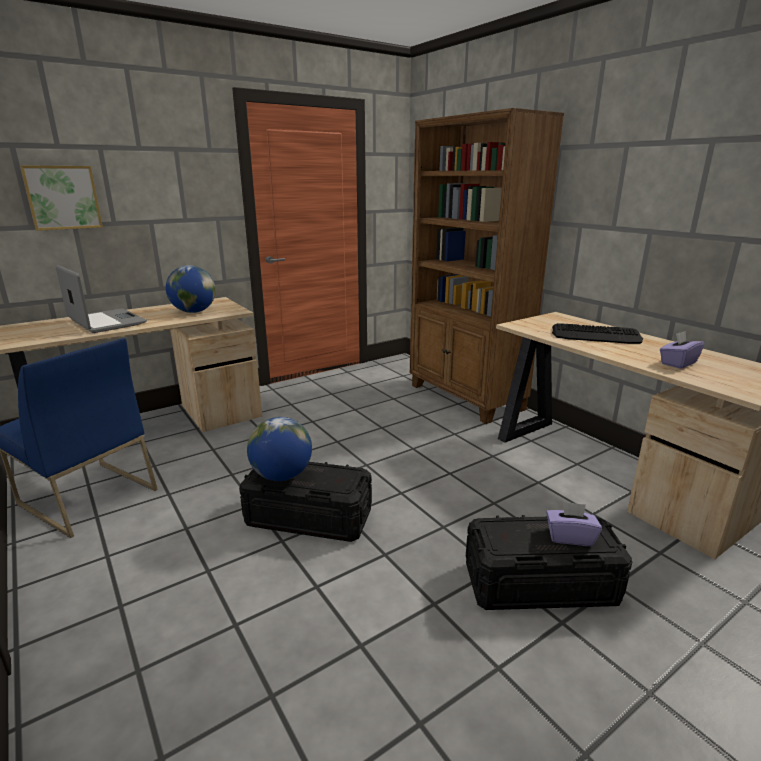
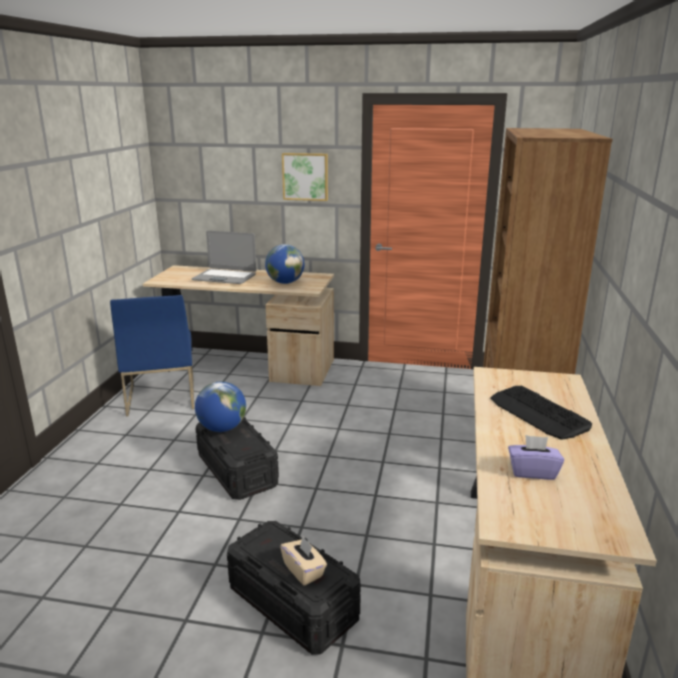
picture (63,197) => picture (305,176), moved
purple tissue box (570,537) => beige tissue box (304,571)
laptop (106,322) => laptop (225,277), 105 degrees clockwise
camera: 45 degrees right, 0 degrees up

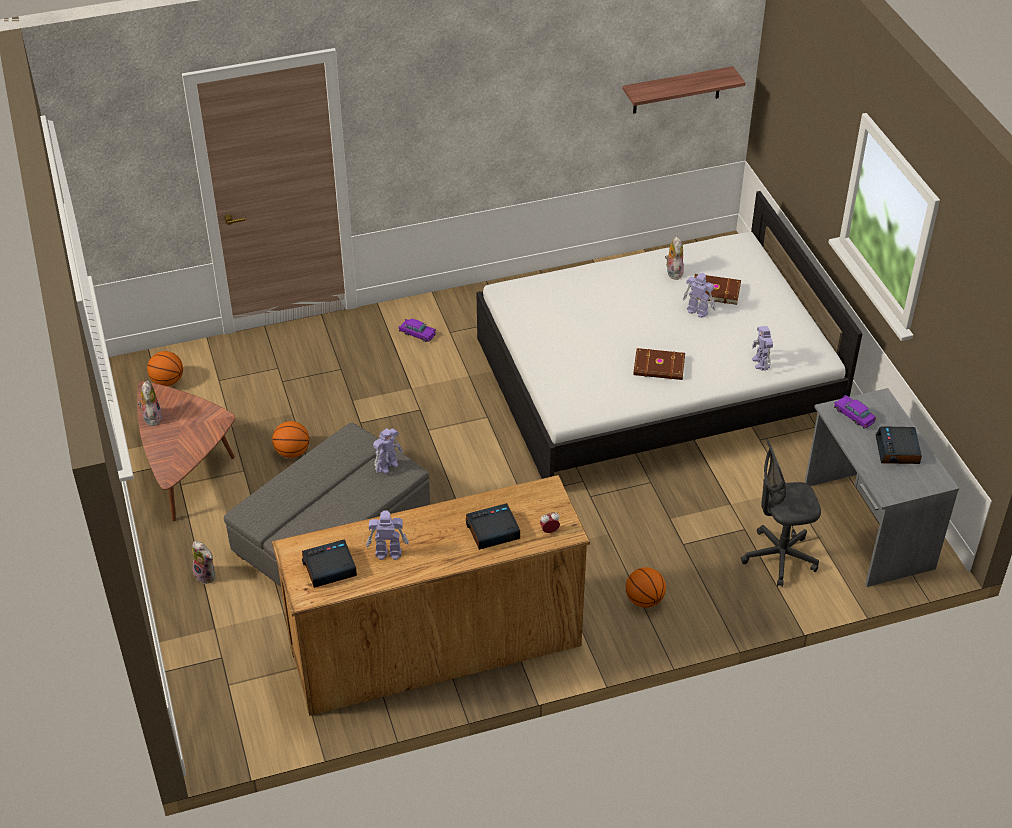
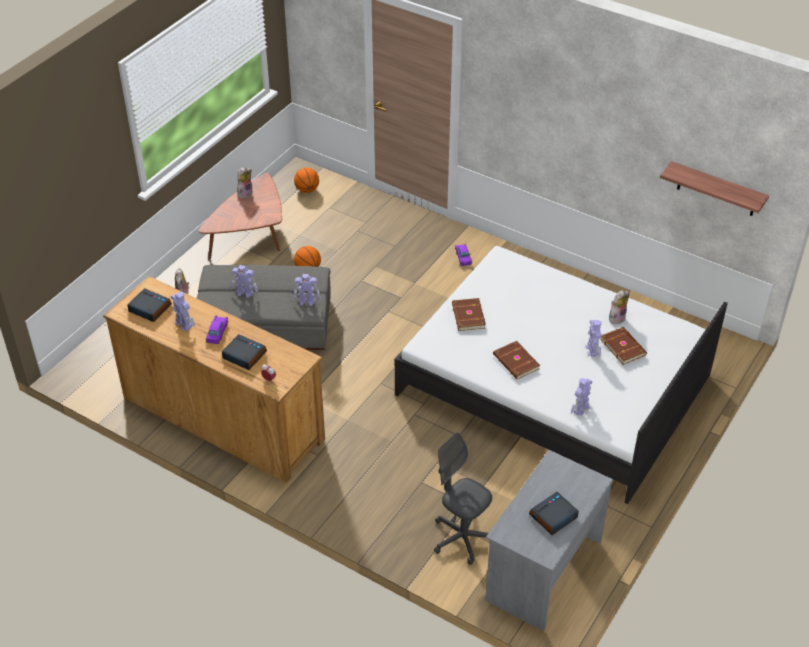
basketball (644,600) => nothing
nothing => toy robot (245,293)
nothing => brown book (467,316)
purple toy car (854,415) => purple toy car (217,333), moved
camera: 50 degrees right, 0 degrees up

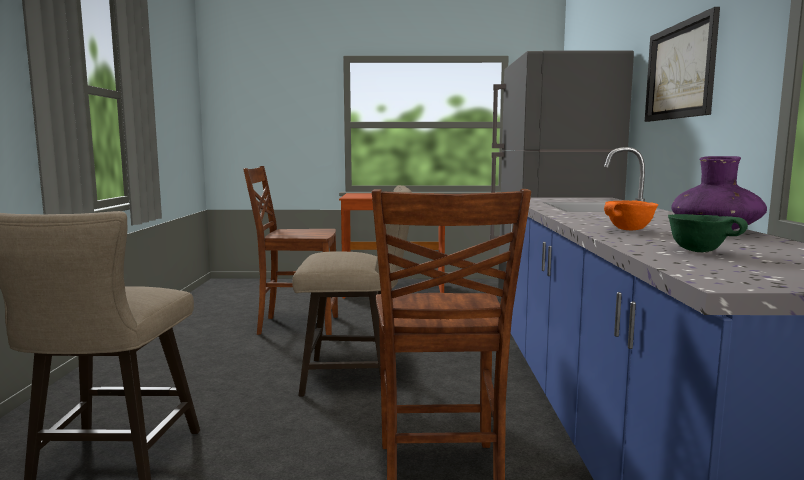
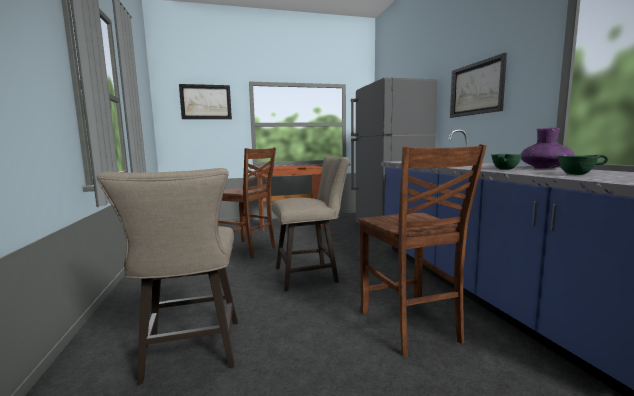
nothing => picture (206,102)
orange bowl (629,230) => green bowl (505,169)
brown chair (297,325) => brown chair (247,249), 135 degrees counterclockwise
camera: 15 degrees left, 0 degrees up

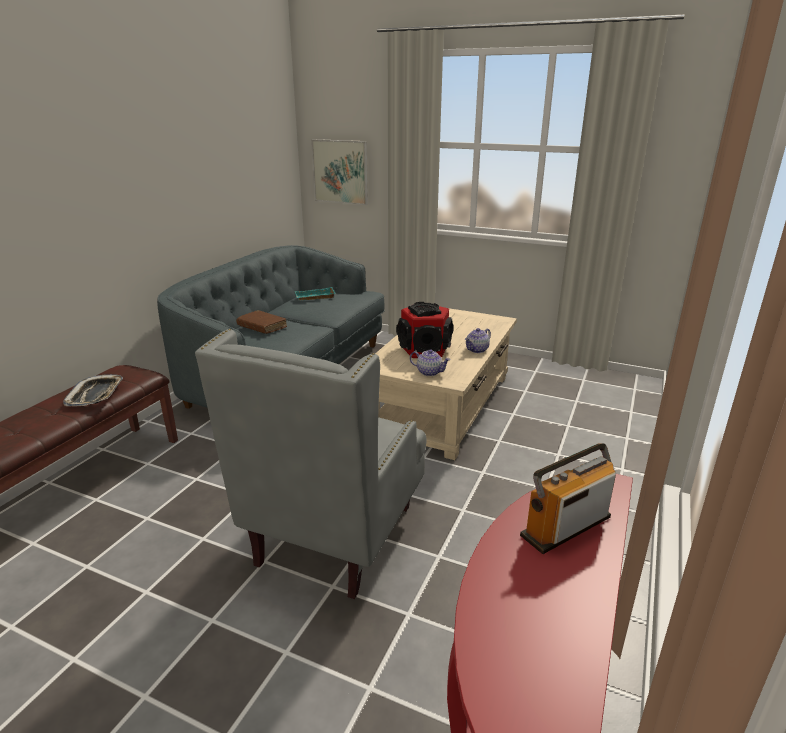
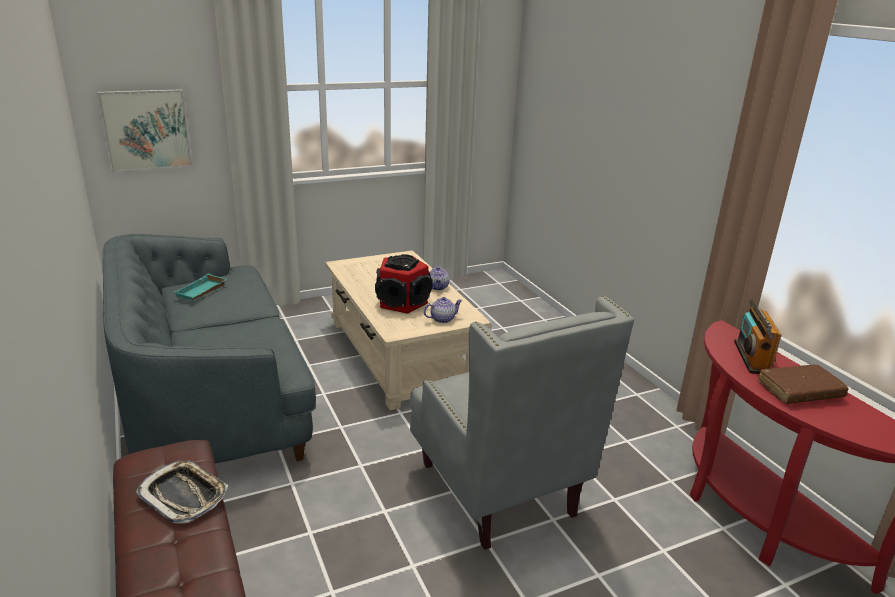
brown book (262,327) => brown book (799,391), moved
camera: 50 degrees left, 0 degrees up

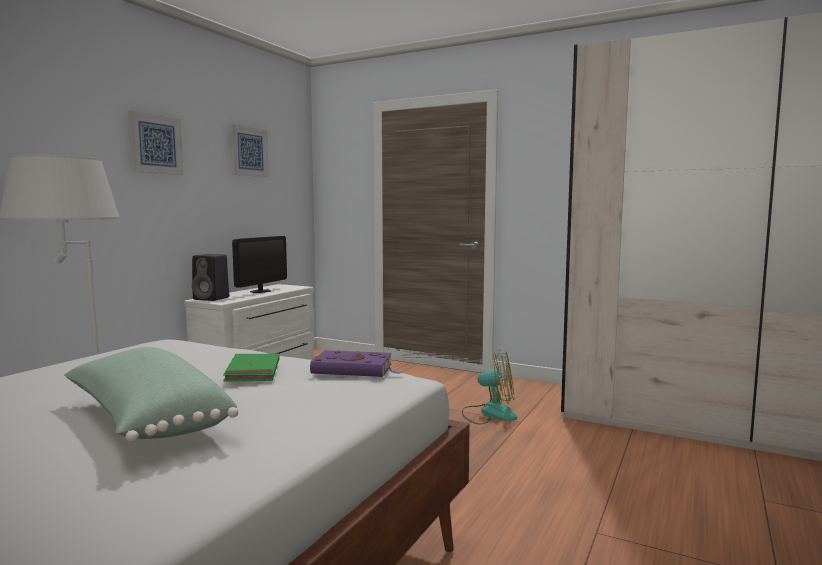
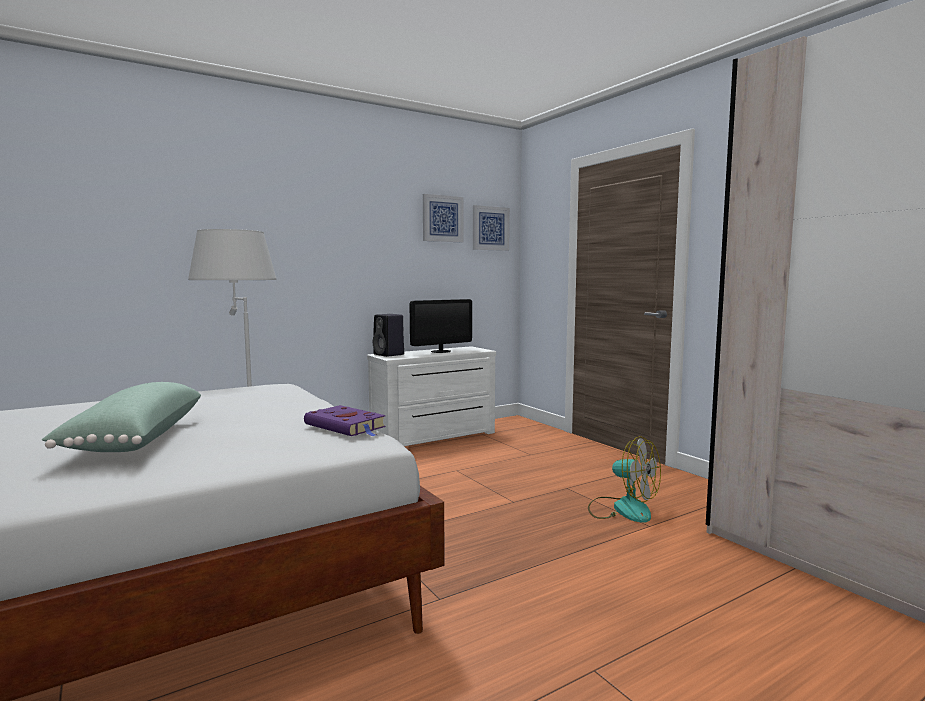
green book (253,371) => nothing
picture (155,144) => picture (490,228), moved
camera: 30 degrees right, 0 degrees up

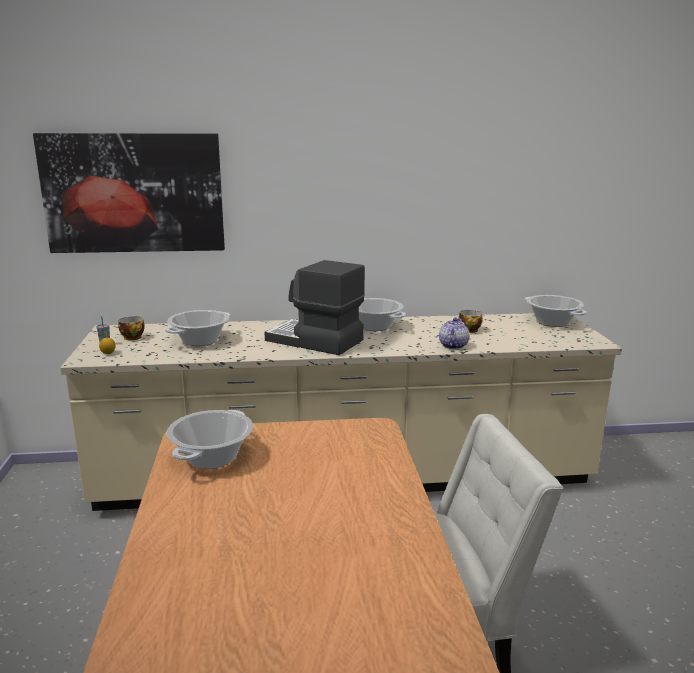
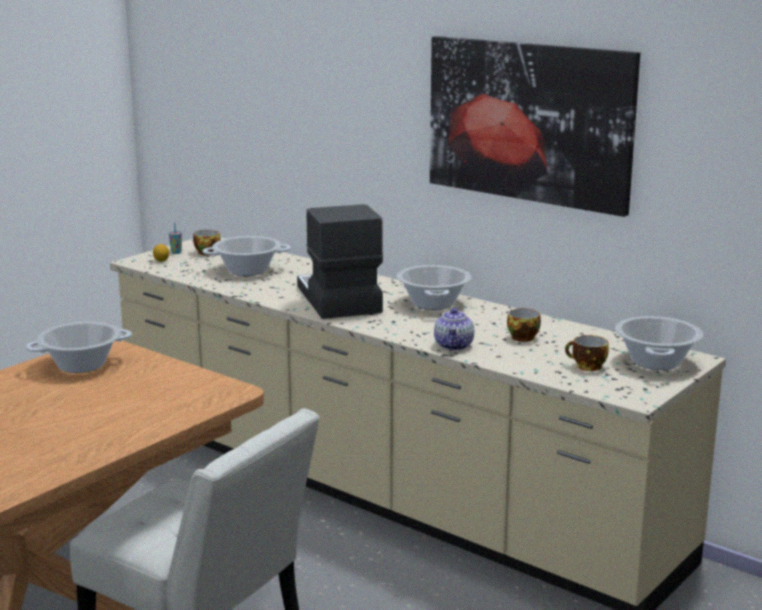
nothing => cup (587,367)
picture (134,193) => picture (529,122), moved
teapot (453,345) => teapot (454,346), 120 degrees clockwise
camera: 45 degrees right, 0 degrees up

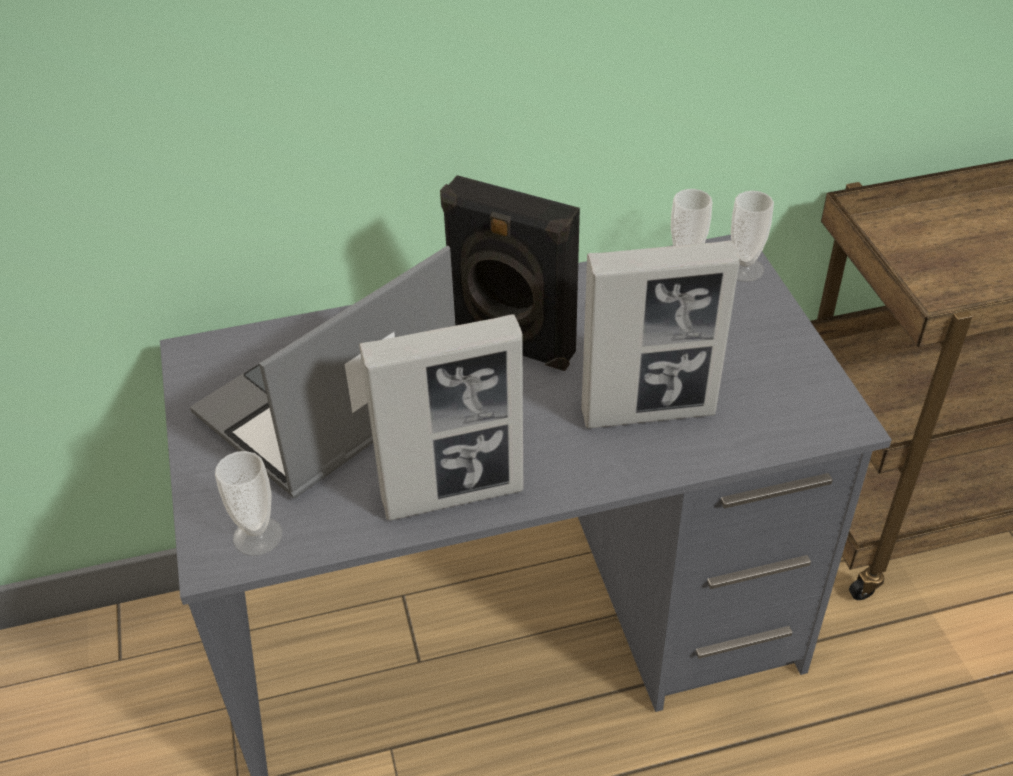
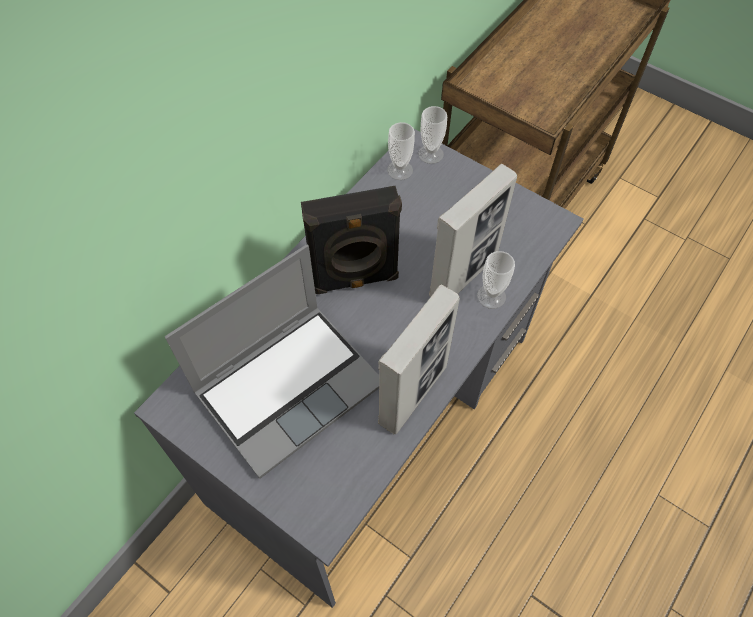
cup (257,536) => cup (491,296), moved
laptop (329,405) => laptop (289,386), 135 degrees counterclockwise
camera: 40 degrees left, 15 degrees up

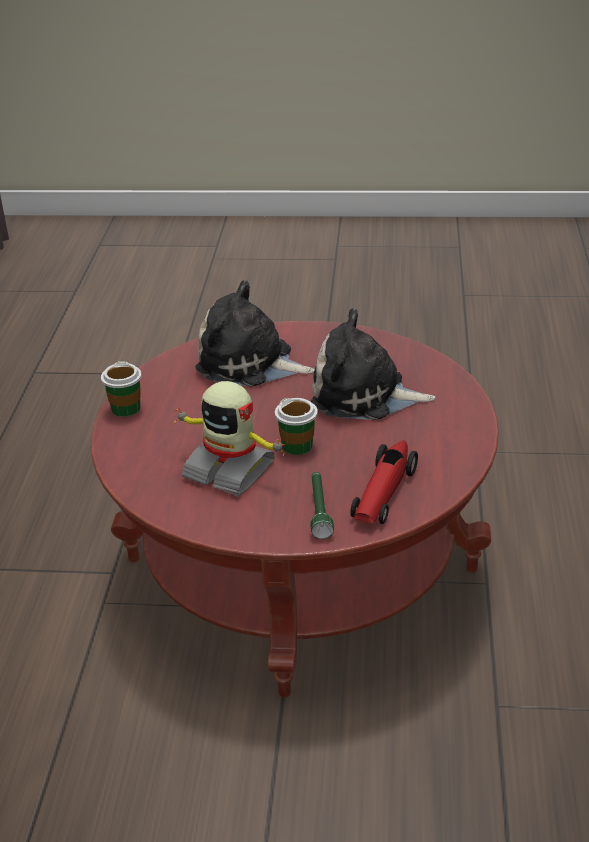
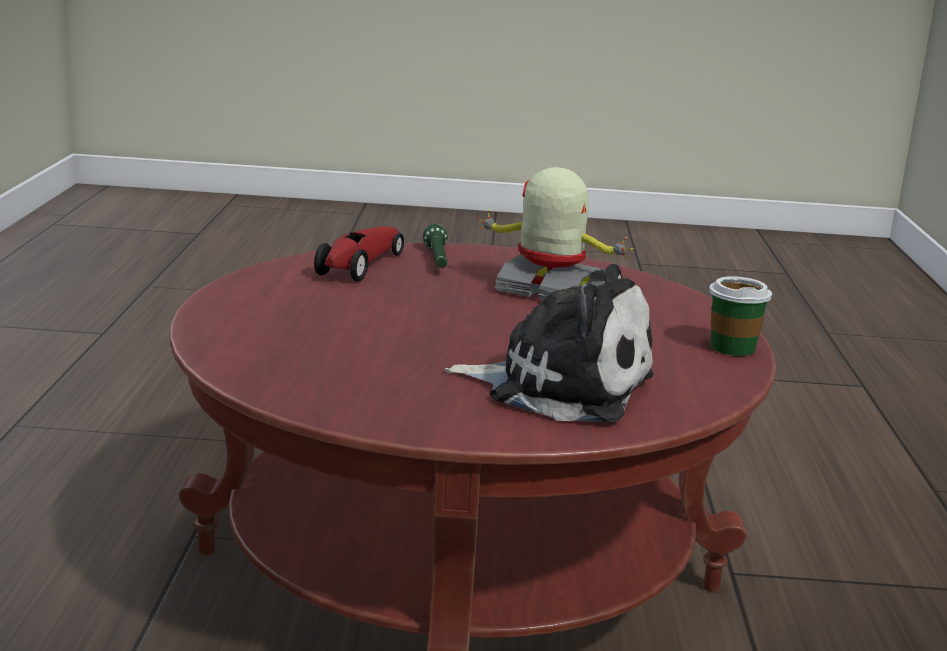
cup (297,446) => nothing
plush toy (364,395) => nothing
camera: 175 degrees right, 15 degrees down

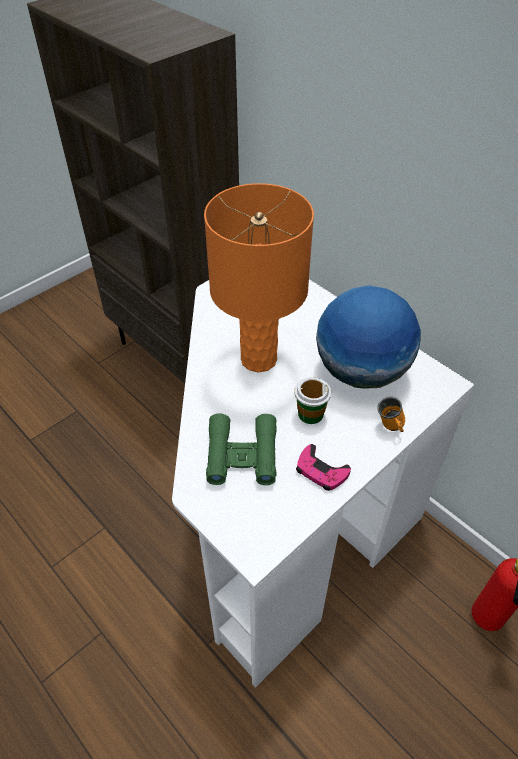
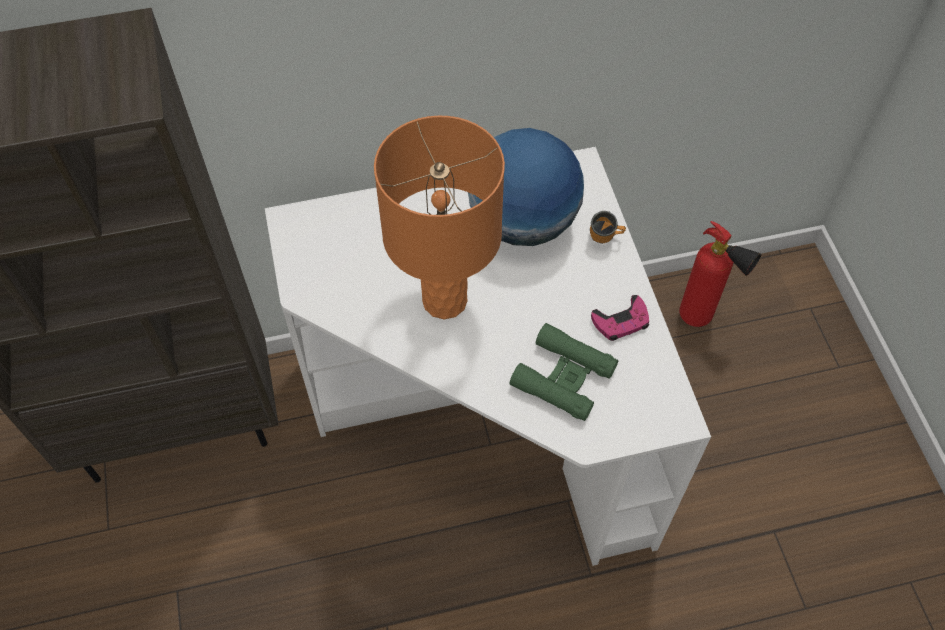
cup (310,414) => nothing
camera: 60 degrees left, 10 degrees up

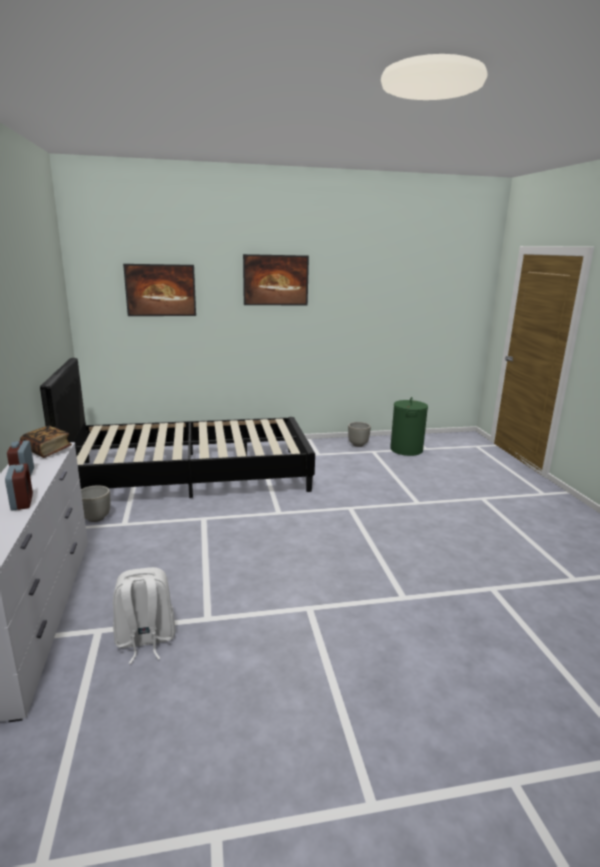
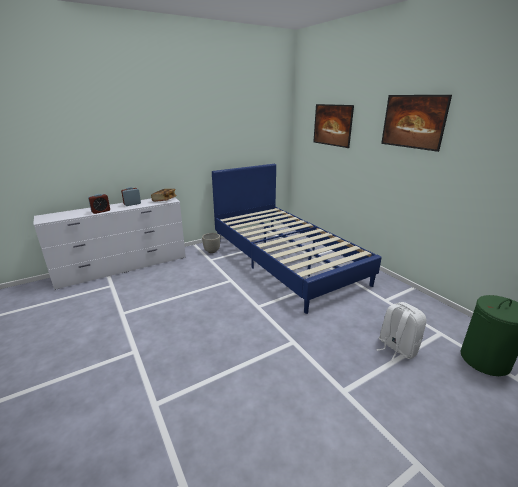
grey planter (358,444) => nothing
white backpack (145,640) => white backpack (396,348), moved
black bed (191,476) => blue bed (284,259)
camera: 70 degrees right, 5 degrees up

